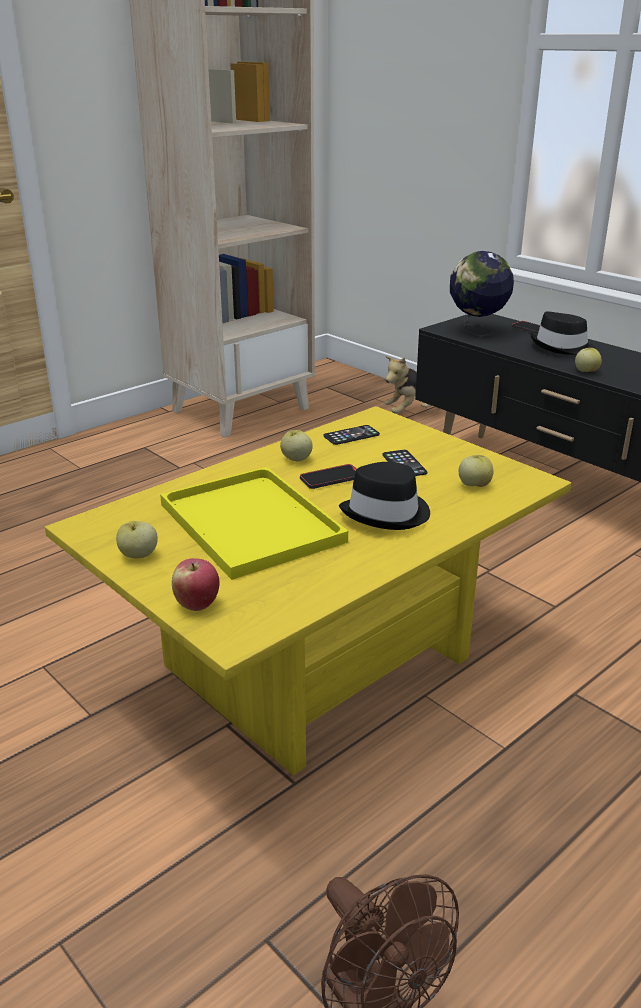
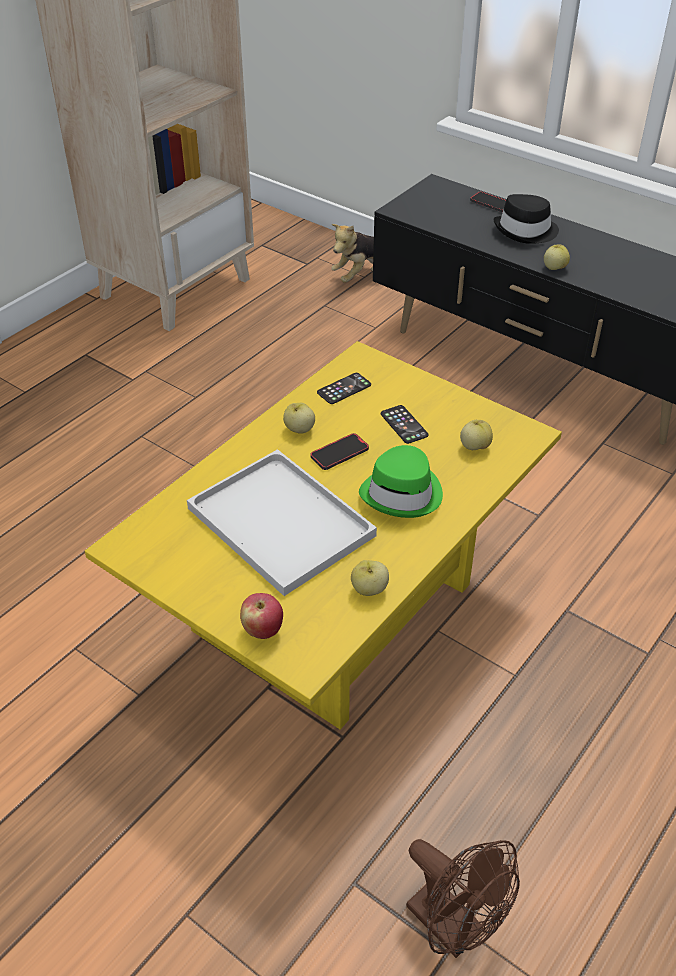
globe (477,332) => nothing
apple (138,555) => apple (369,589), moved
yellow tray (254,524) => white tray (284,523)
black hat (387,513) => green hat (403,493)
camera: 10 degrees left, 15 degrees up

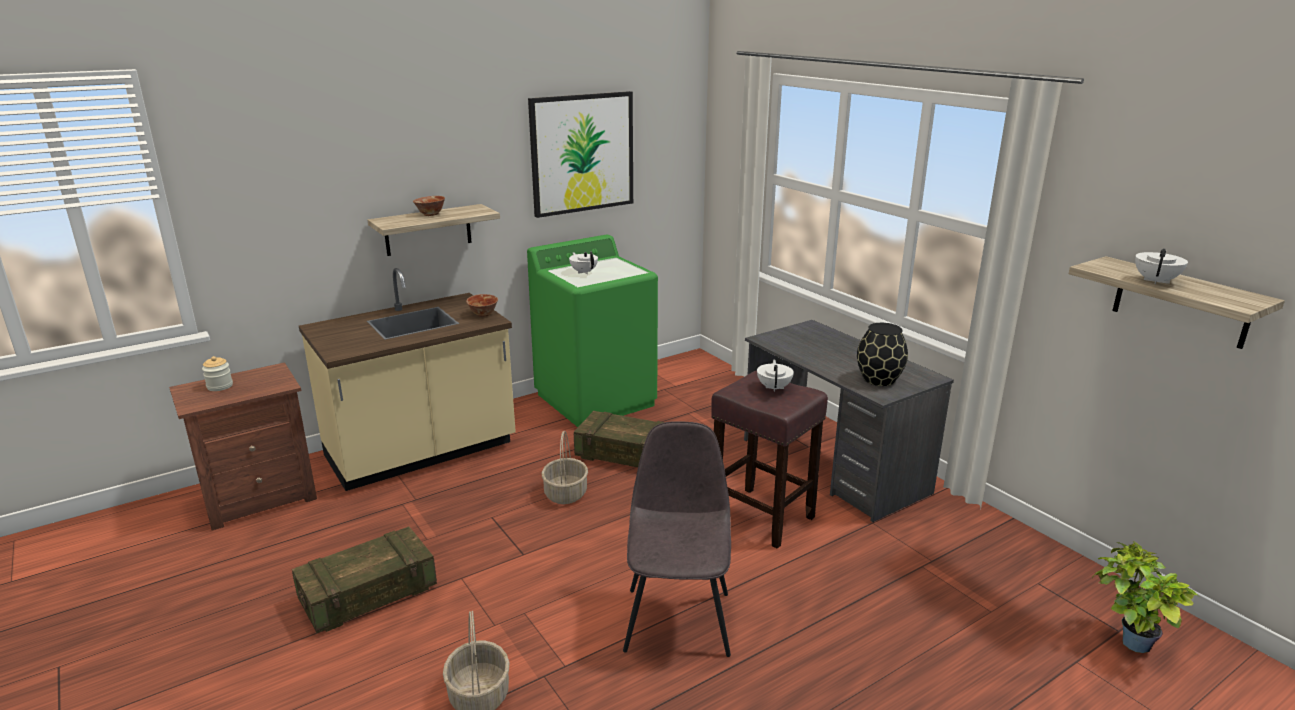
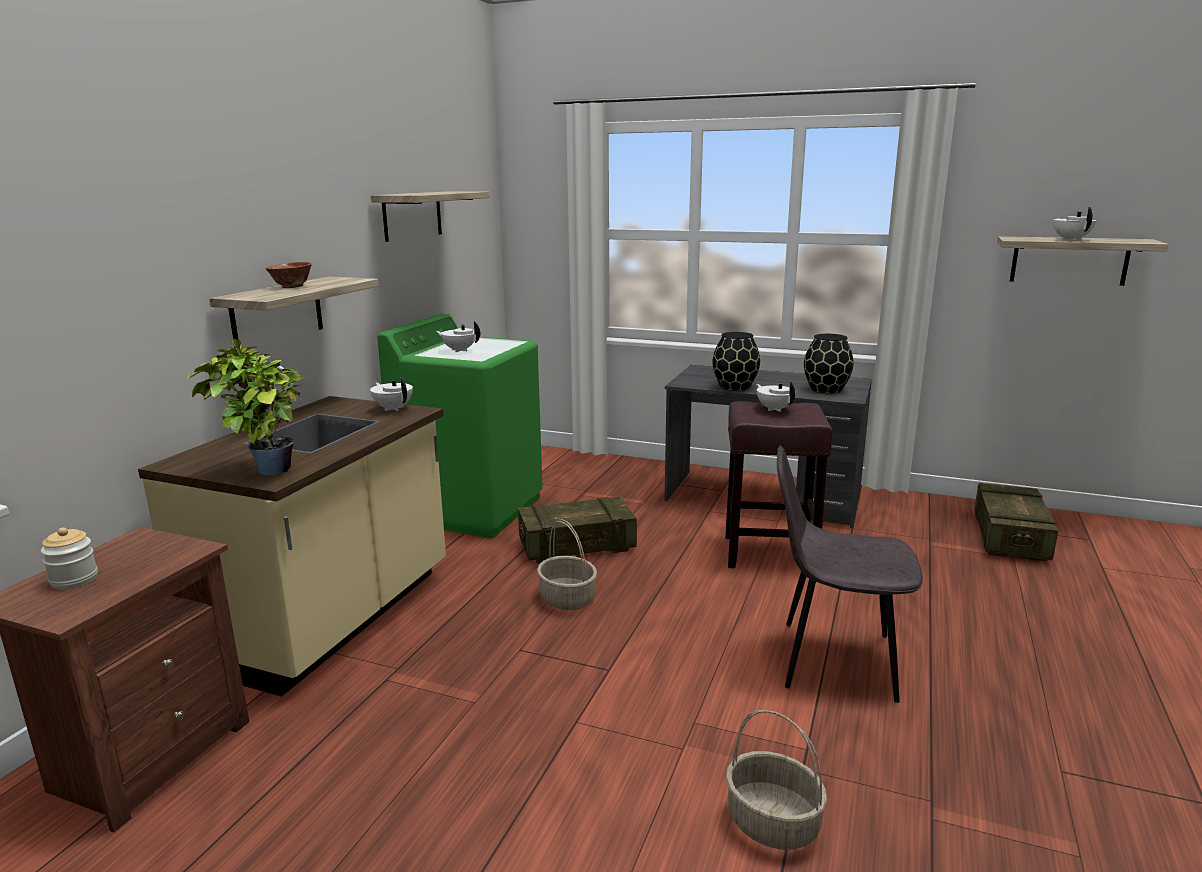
nothing => black vase (734,387)
crate (369,595) => crate (1010,538), moved
potted plant (1126,642) => potted plant (264,472), moved
bowl (483,314) => white teapot (393,408)
picture (582,153) => shelf (412,215)
grey chair (678,619) => grey chair (833,660), 45 degrees counterclockwise
camera: 35 degrees left, 5 degrees down

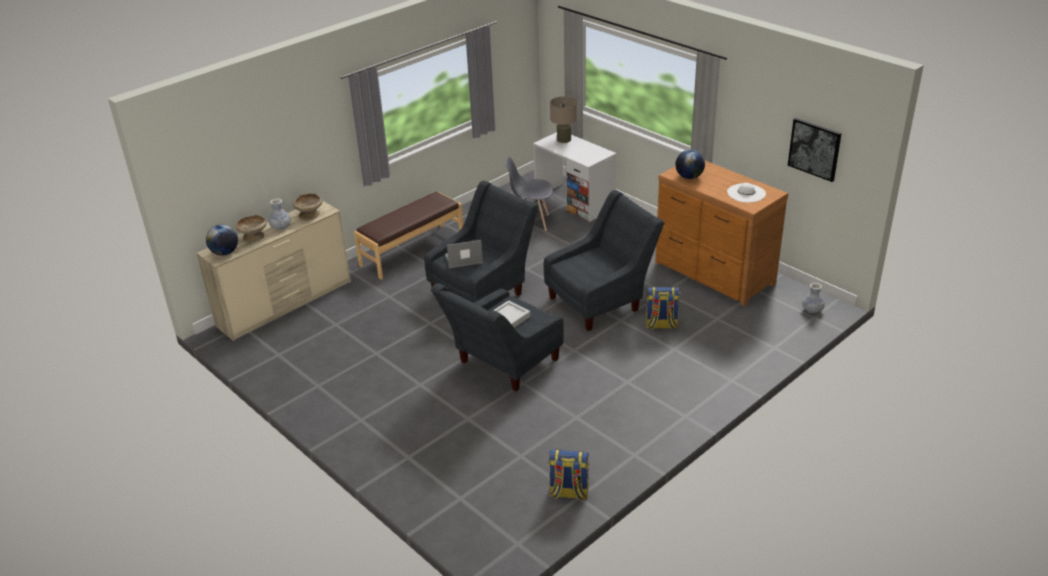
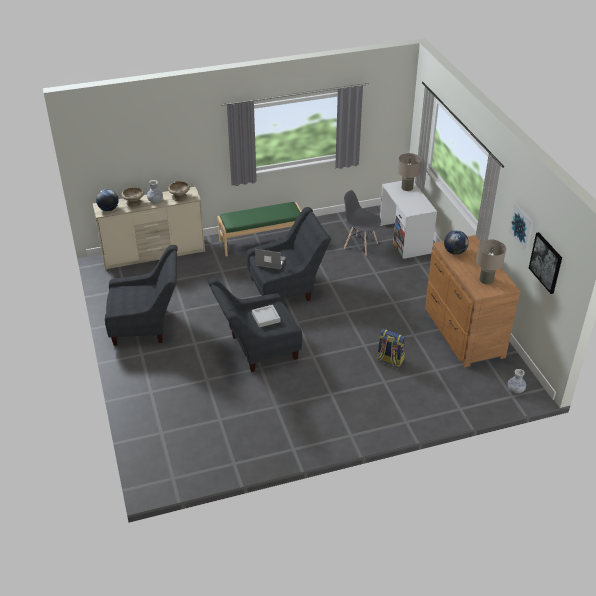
backpack (568,493) => nothing
nothing => picture (522,226)
grey armchair (602,301) => grey armchair (147,325), moved
white hat (746,193) => beige table lamp (486,280)
brown bench (412,251) => green bench (261,241)
camera: 25 degrees right, 5 degrees up

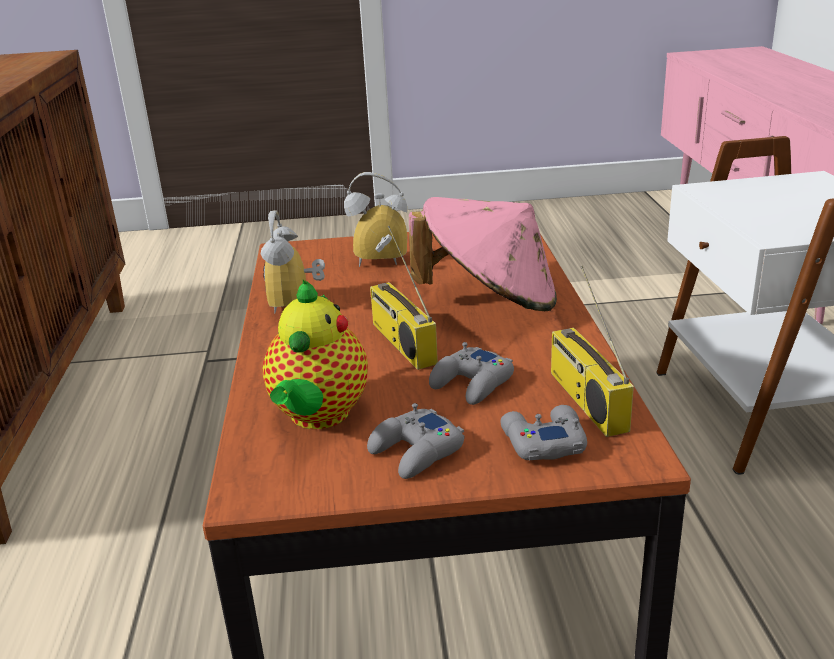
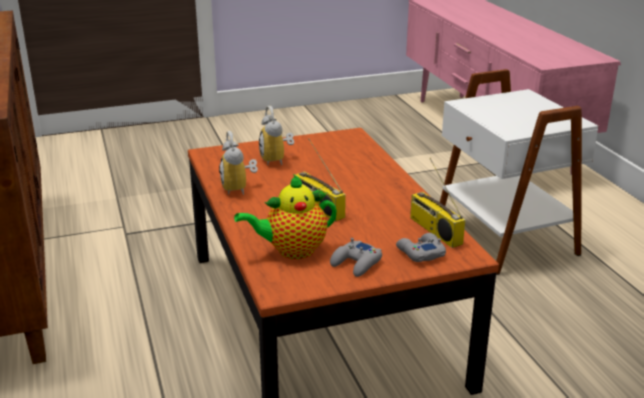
pink hat (489,301) => nothing
grey game controller (472,384) => nothing
teapot (318,416) => teapot (292,250), 75 degrees clockwise
alarm clock (379,264) => alarm clock (277,160), 90 degrees counterclockwise
camera: 15 degrees left, 0 degrees up

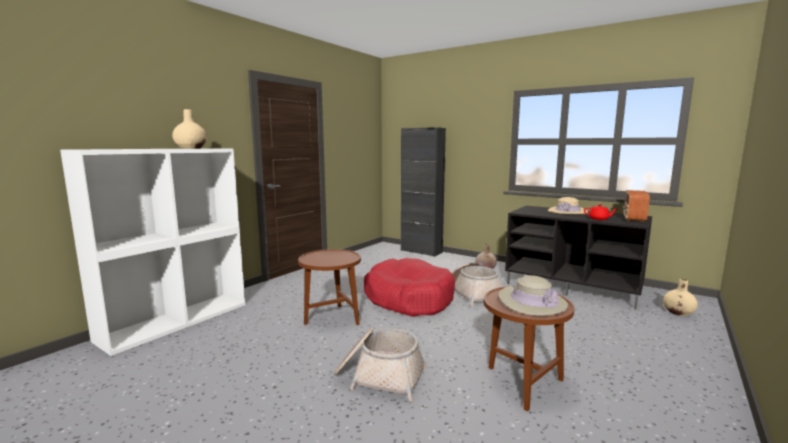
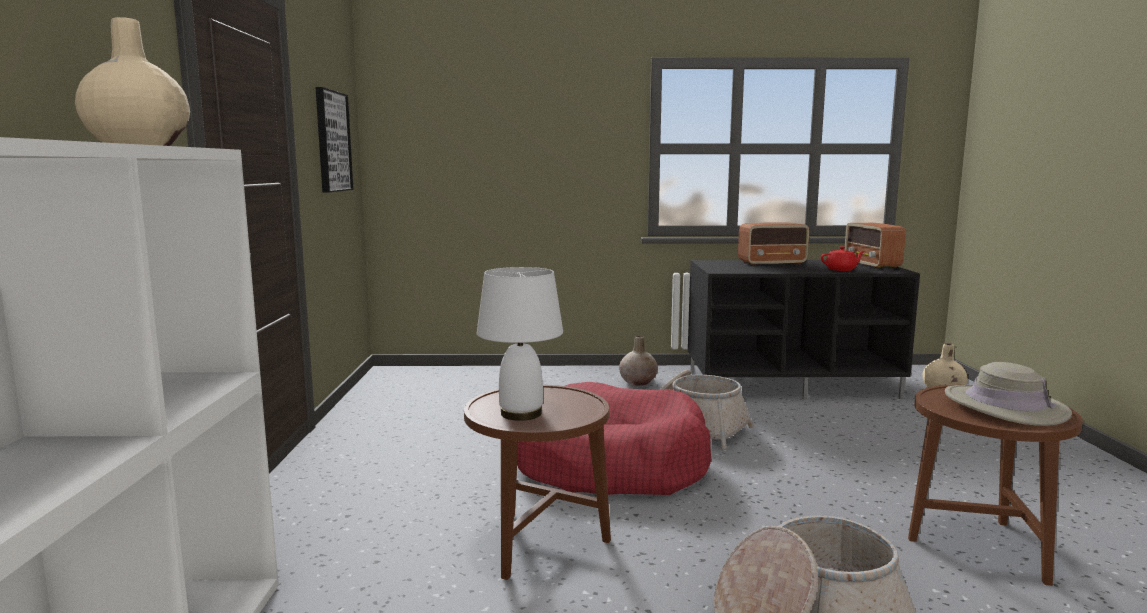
black cabinet (421,251) => nothing
nothing => picture (332,141)
nothing => white table lamp (521,414)
beige hat (567,211) => radio (772,263)
camera: 35 degrees left, 0 degrees up

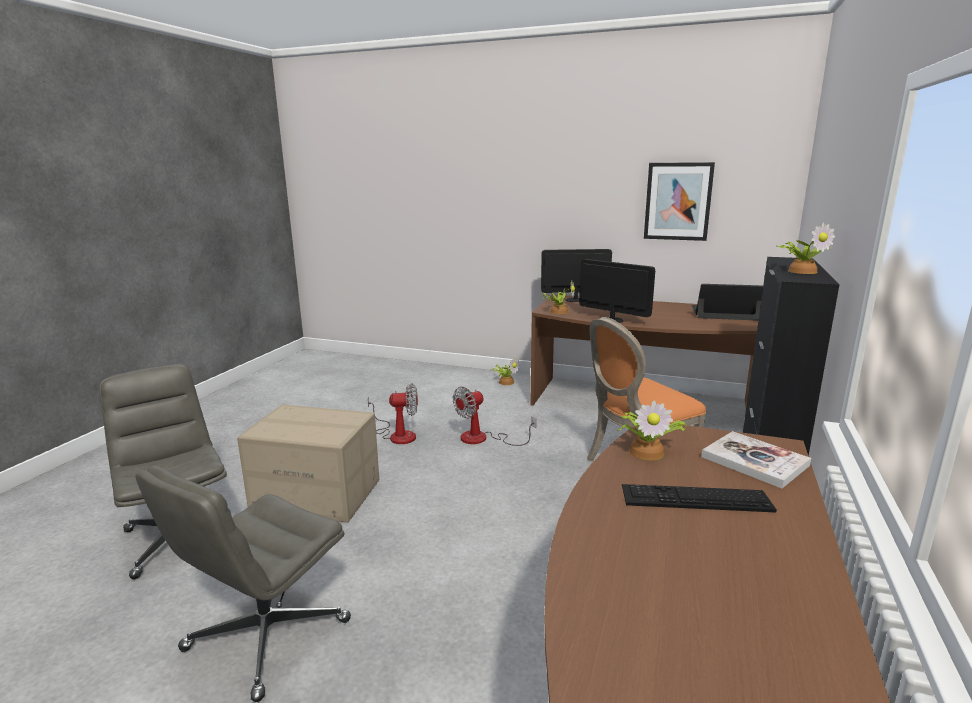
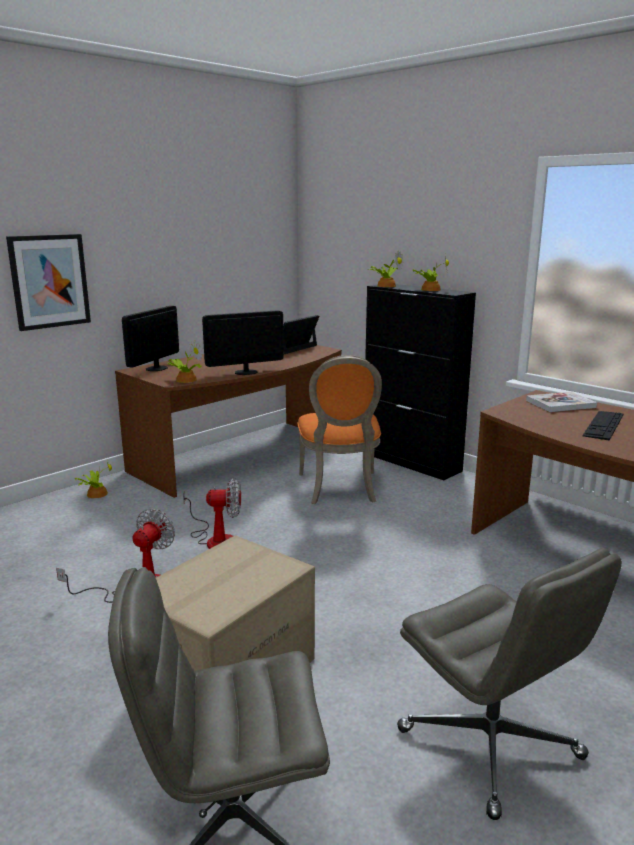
potted plant (648,451) => potted plant (386,286), moved
picture (678,201) => picture (49,281), moved
fan (483,439) => fan (216,539), 75 degrees counterclockwise
camera: 65 degrees left, 0 degrees up

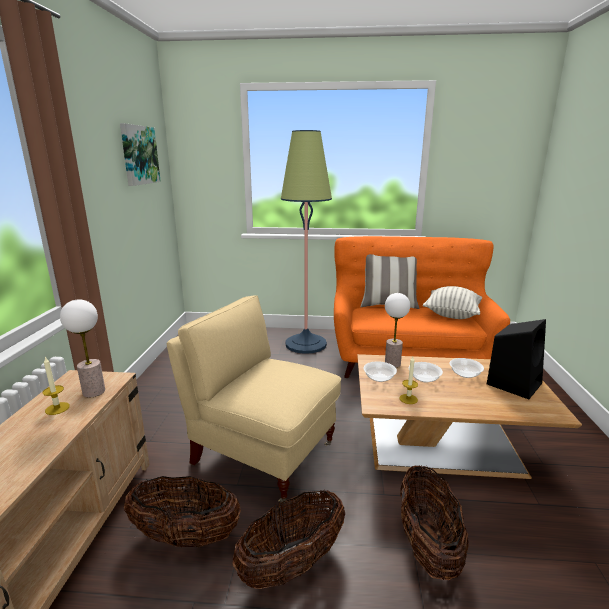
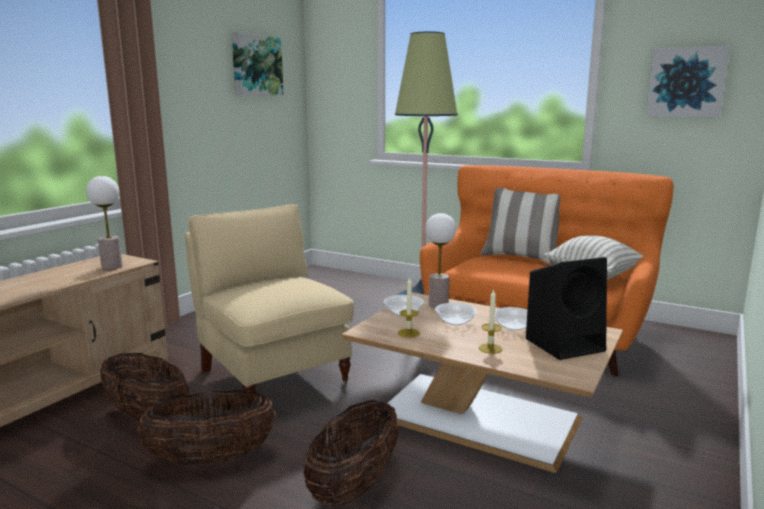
nothing => picture (686,82)
candle (57,408) => candle (490,348), moved
camera: 25 degrees right, 5 degrees down

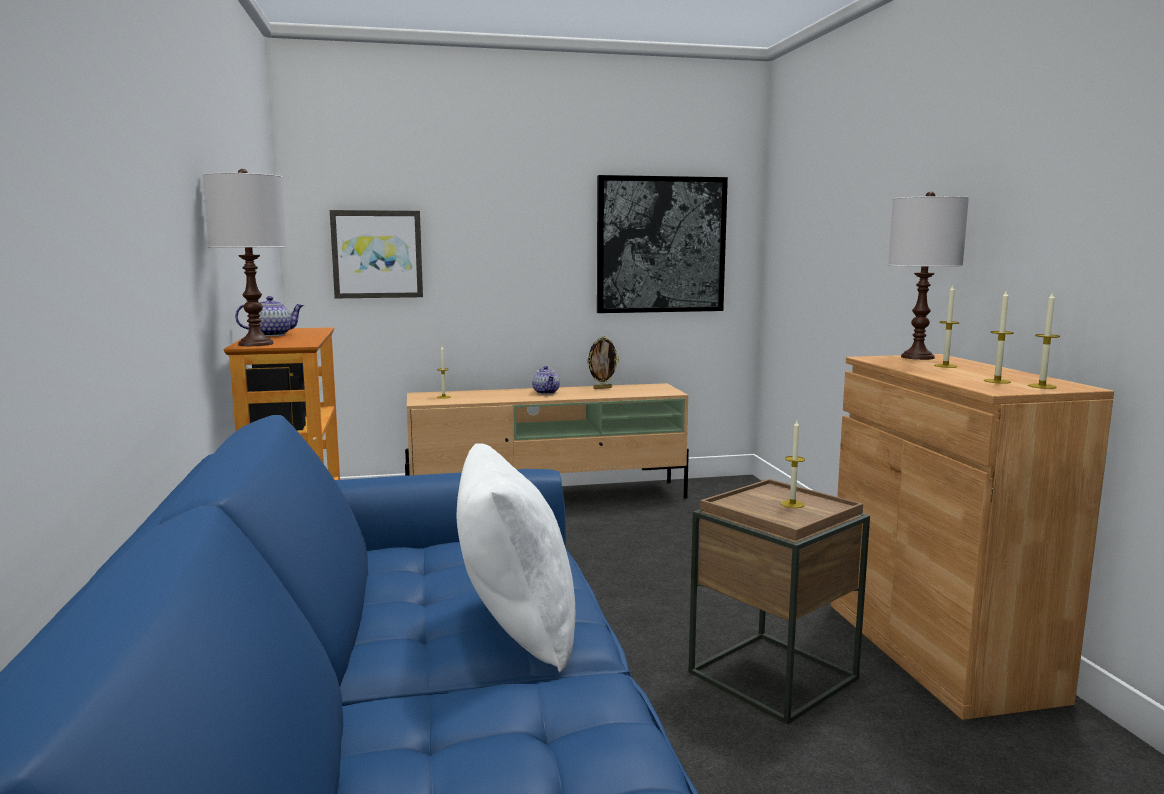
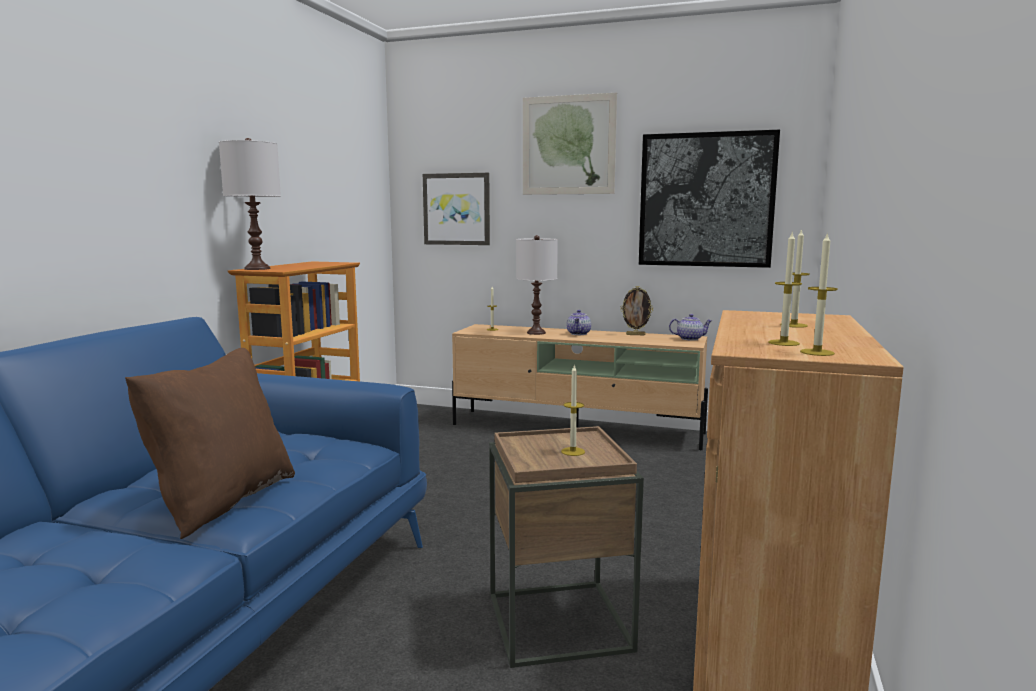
nothing => picture (568,145)
teapot (272,335) => teapot (690,339), moved
white table lamp (917,357) => white table lamp (536,333), moved
white pillow (515,628) => brown pillow (221,501)
camera: 30 degrees right, 0 degrees up

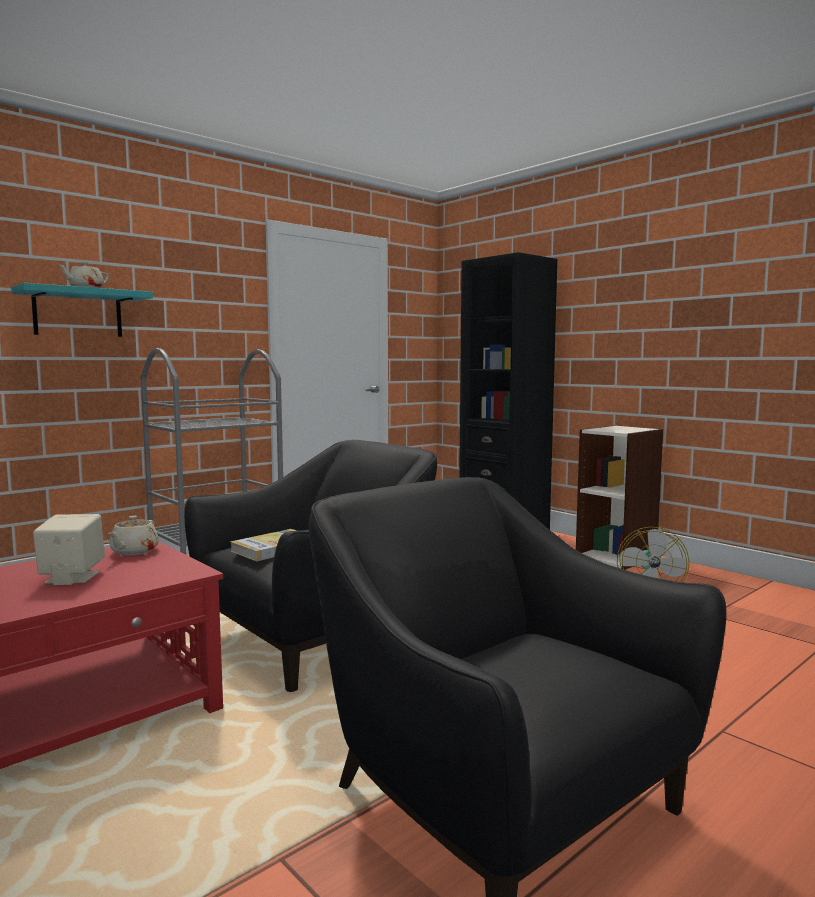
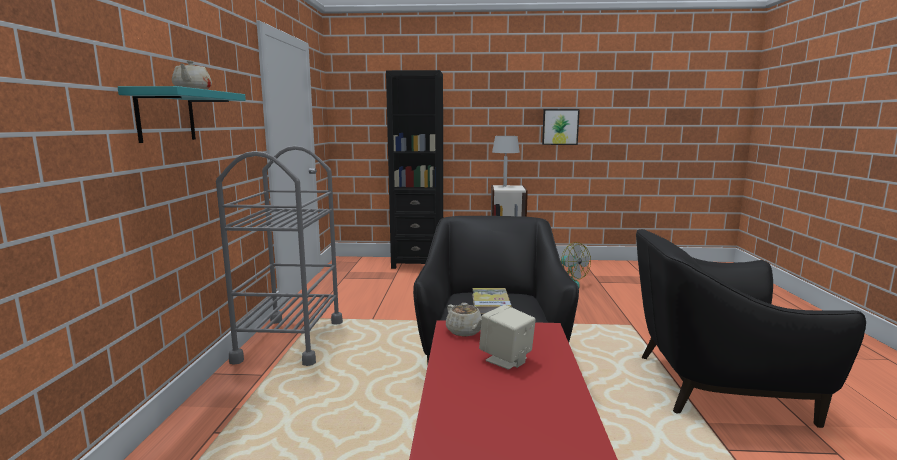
nothing => grey table lamp (505,186)
nothing => picture (560,127)
camera: 45 degrees left, 5 degrees up

